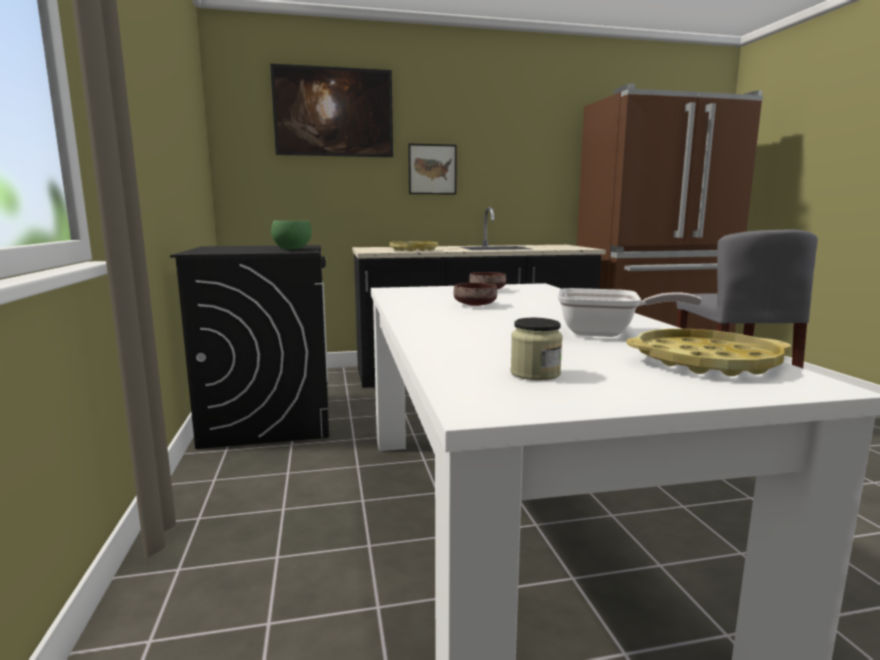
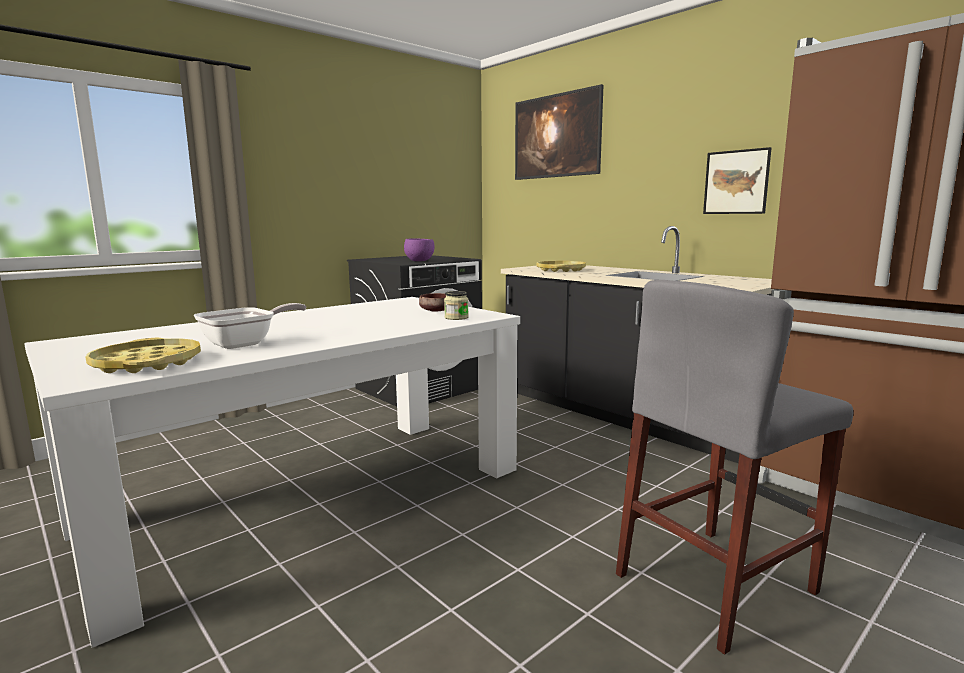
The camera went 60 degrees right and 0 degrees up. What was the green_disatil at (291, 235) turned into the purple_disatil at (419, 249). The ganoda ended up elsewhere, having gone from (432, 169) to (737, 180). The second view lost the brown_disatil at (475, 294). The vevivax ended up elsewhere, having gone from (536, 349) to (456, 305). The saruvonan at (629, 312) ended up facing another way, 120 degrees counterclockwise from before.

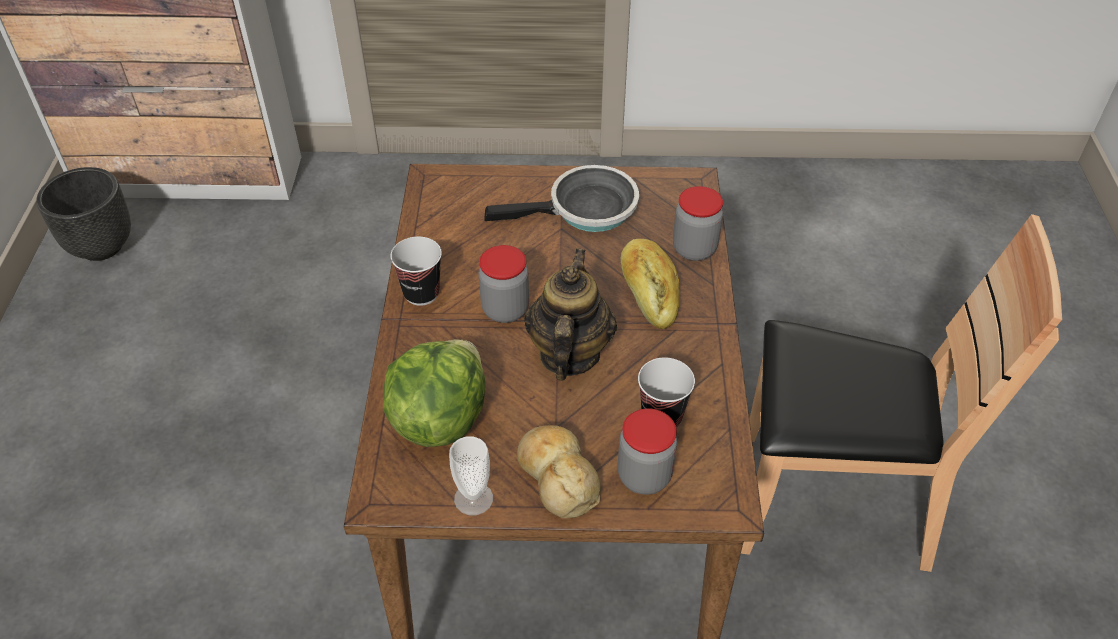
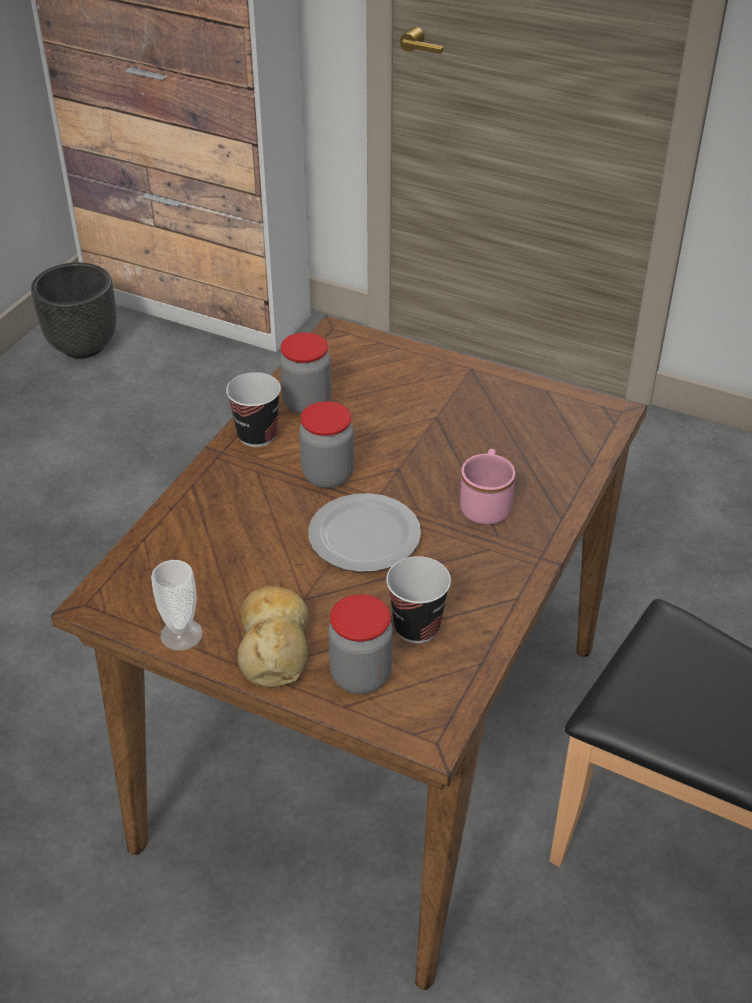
The camera went 25 degrees right and 5 degrees down. The second view lost the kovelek at (434, 393). The second view lost the saruvonan at (561, 198). Where the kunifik stood at (570, 314), the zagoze came to stand at (364, 532). Where the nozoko stood at (650, 284), the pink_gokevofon came to stand at (487, 487). The vevivax ended up elsewhere, having gone from (698, 223) to (305, 373).

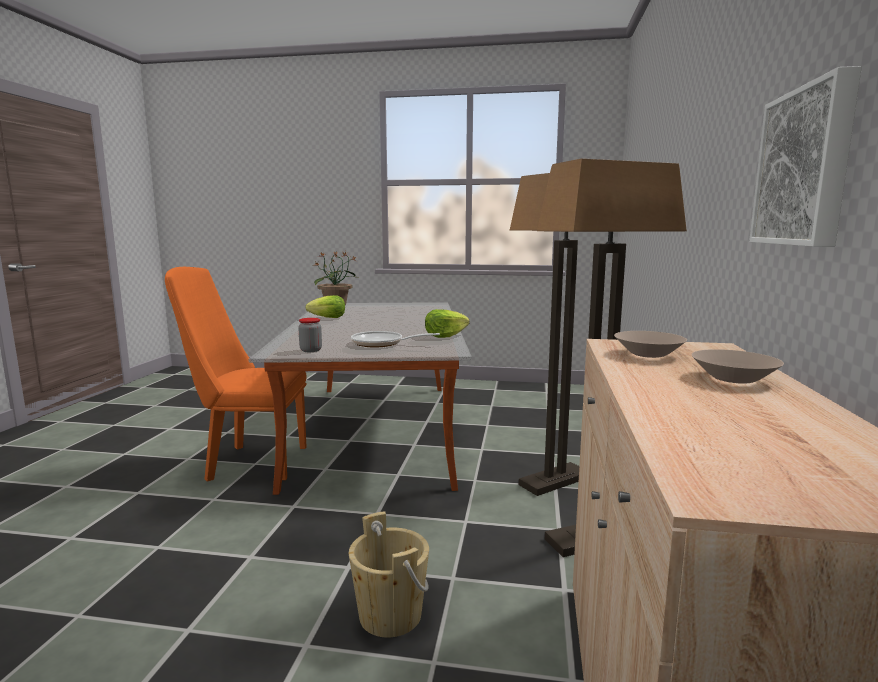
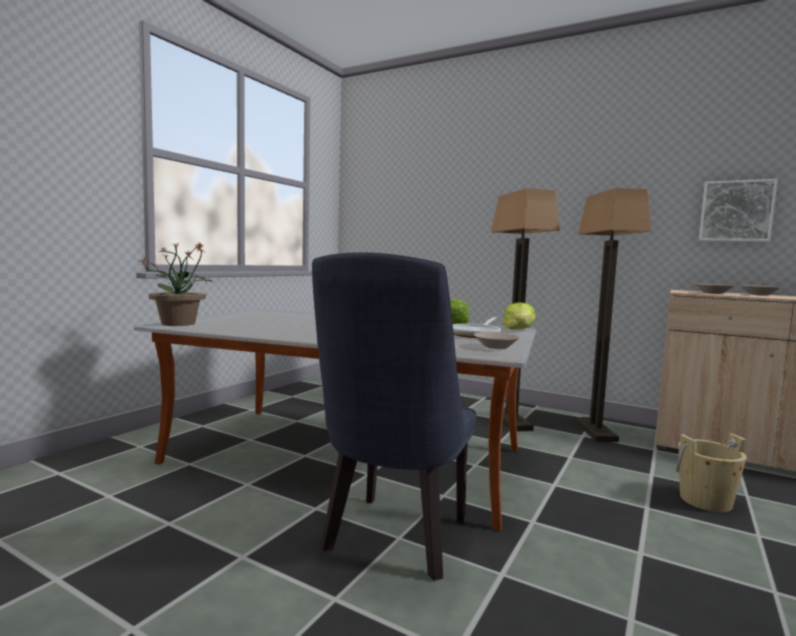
The camera went 70 degrees left and 5 degrees down. What was the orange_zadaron at (235, 374) turned into the blue_zadaron at (394, 416). Where the vevivax stood at (310, 335), the beige_disatil came to stand at (497, 340). The kovelek ended up elsewhere, having gone from (325, 306) to (519, 315).

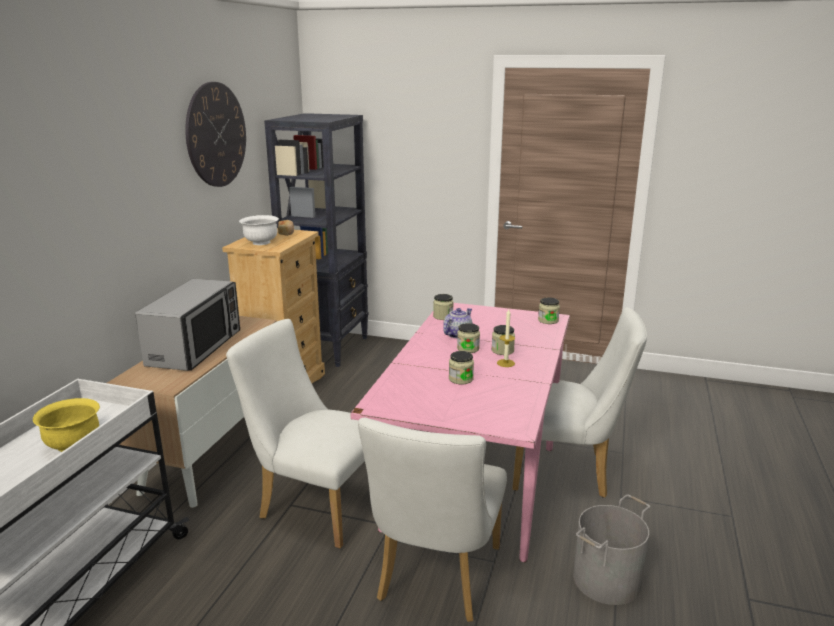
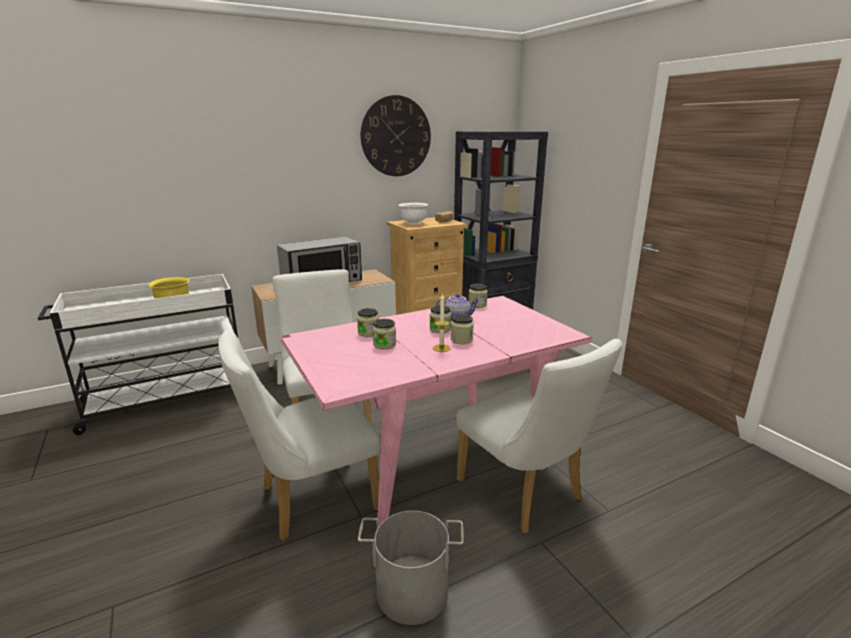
The camera went 45 degrees right and 0 degrees up. The vevivax ended up elsewhere, having gone from (549, 311) to (368, 322).

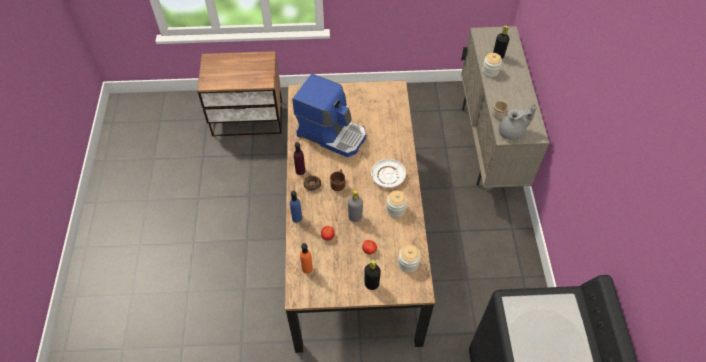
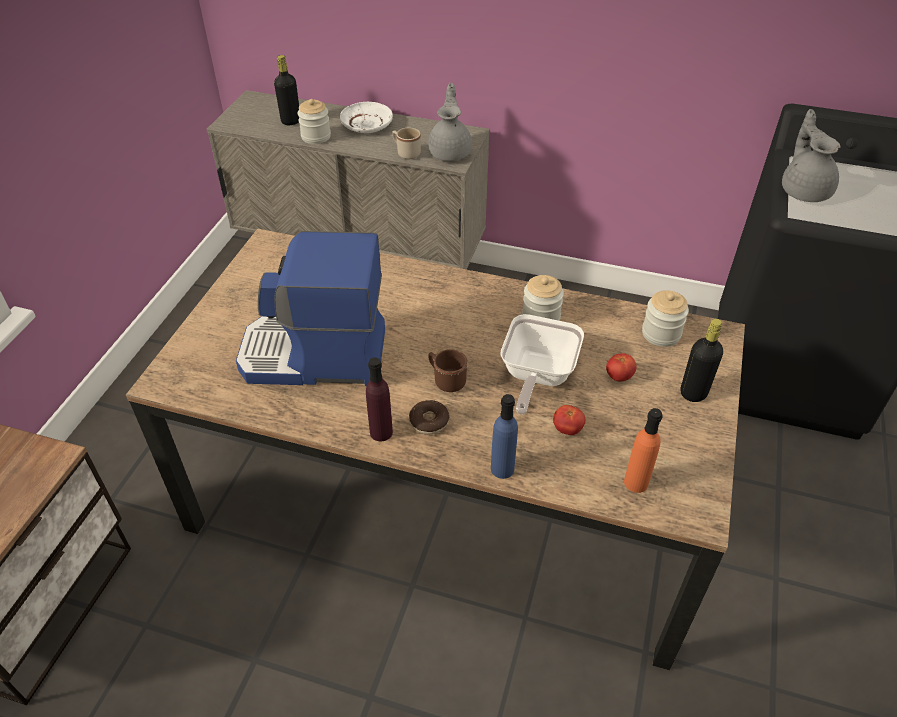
The camera went 70 degrees left and 10 degrees down. The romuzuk at (329, 115) ended up facing another way, 135 degrees counterclockwise from before. Where the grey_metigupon stood at (355, 206), the saruvonan came to stand at (542, 364). The white_zagoze ended up elsewhere, having gone from (388, 173) to (366, 117). The second view gained the grey_kunifik at (811, 155).

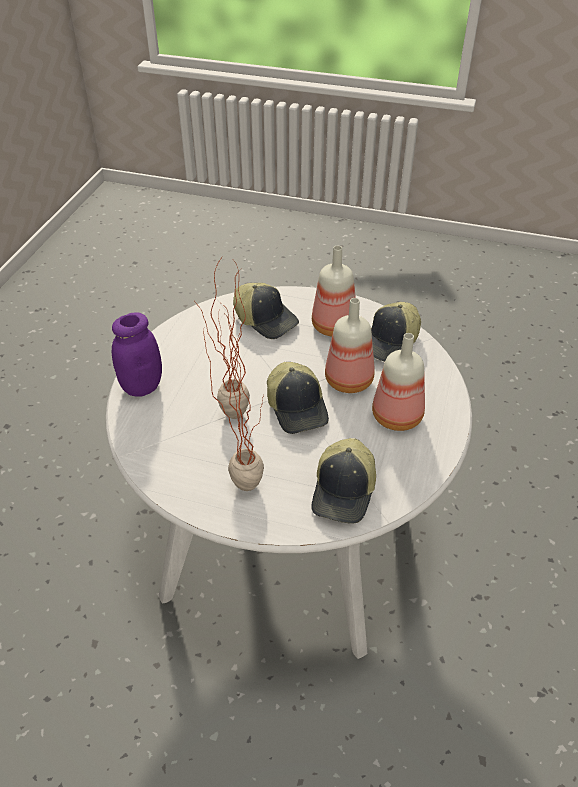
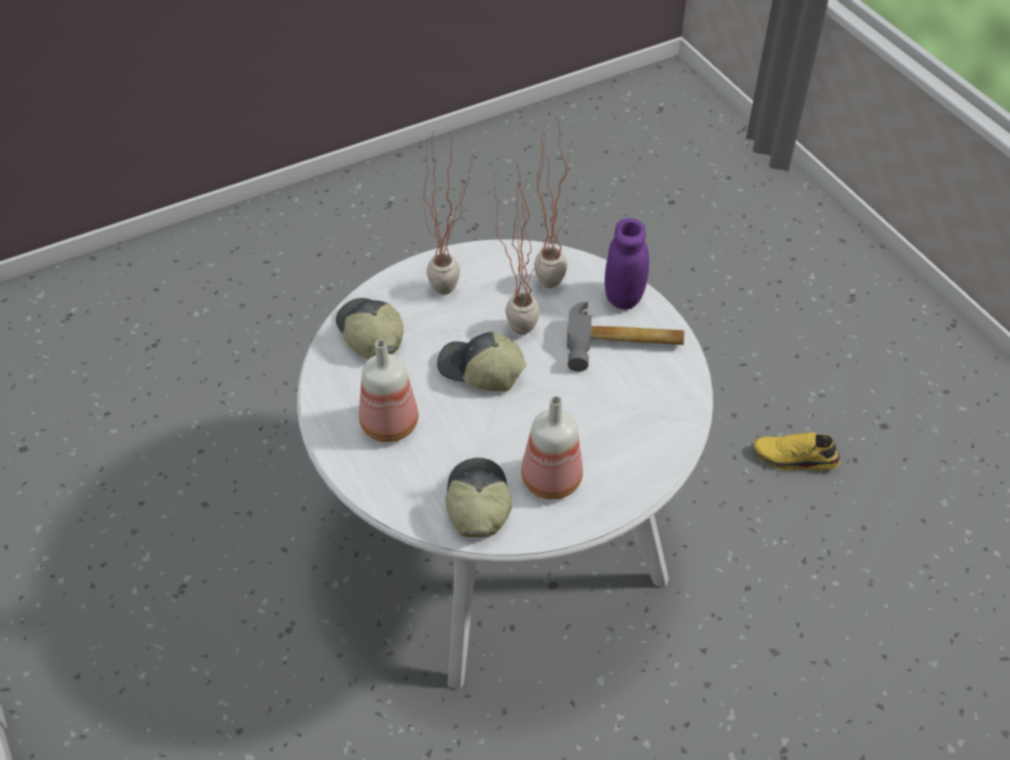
The camera went 135 degrees right and 5 degrees up. The second view lost the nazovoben at (266, 311). The second view lost the metigupon at (350, 345). The second view gained the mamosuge at (555, 200). The second view gained the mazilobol at (625, 337). The second view gained the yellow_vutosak at (797, 451).

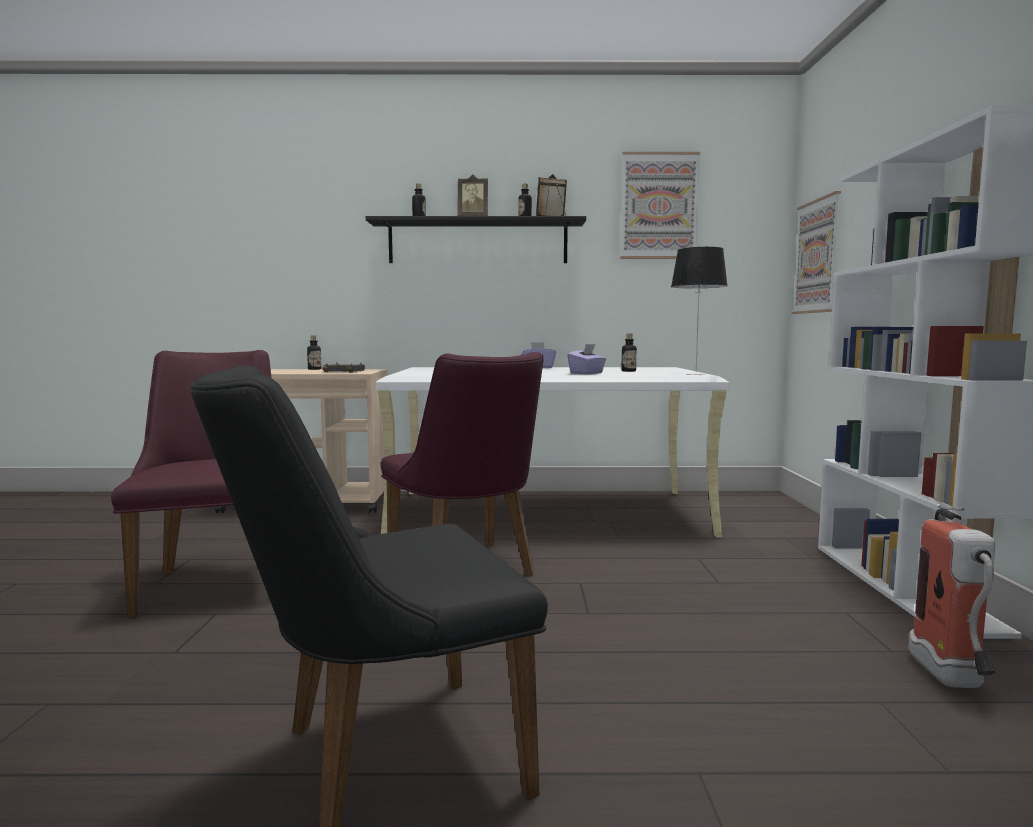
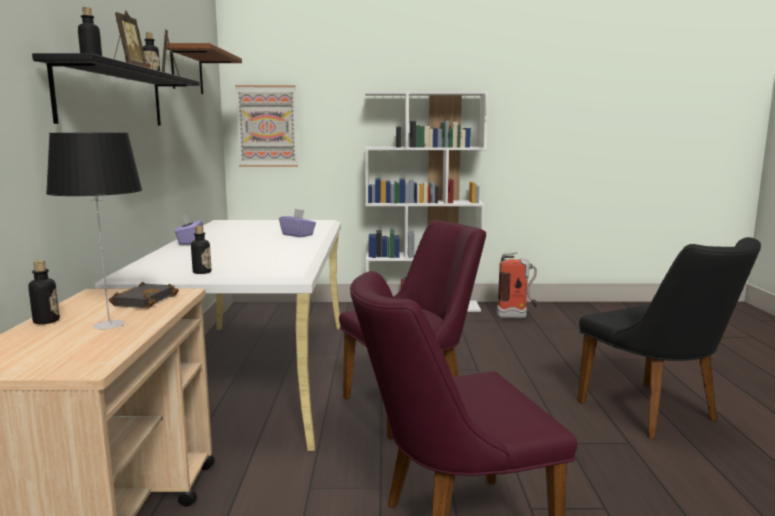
The camera went 90 degrees left and 5 degrees up. Where the ganoda hung at (660, 205), the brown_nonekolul came to hang at (204, 68). The metigupon ended up elsewhere, having gone from (629, 353) to (201, 250). The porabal ended up elsewhere, having gone from (699, 311) to (94, 231).

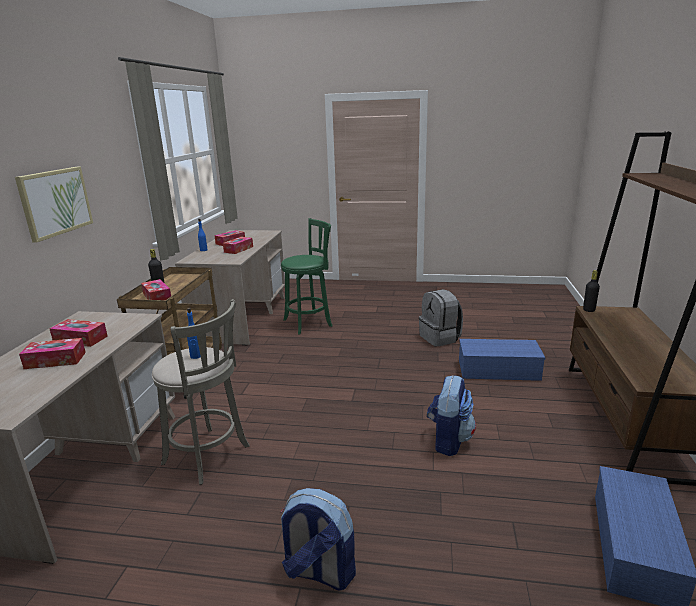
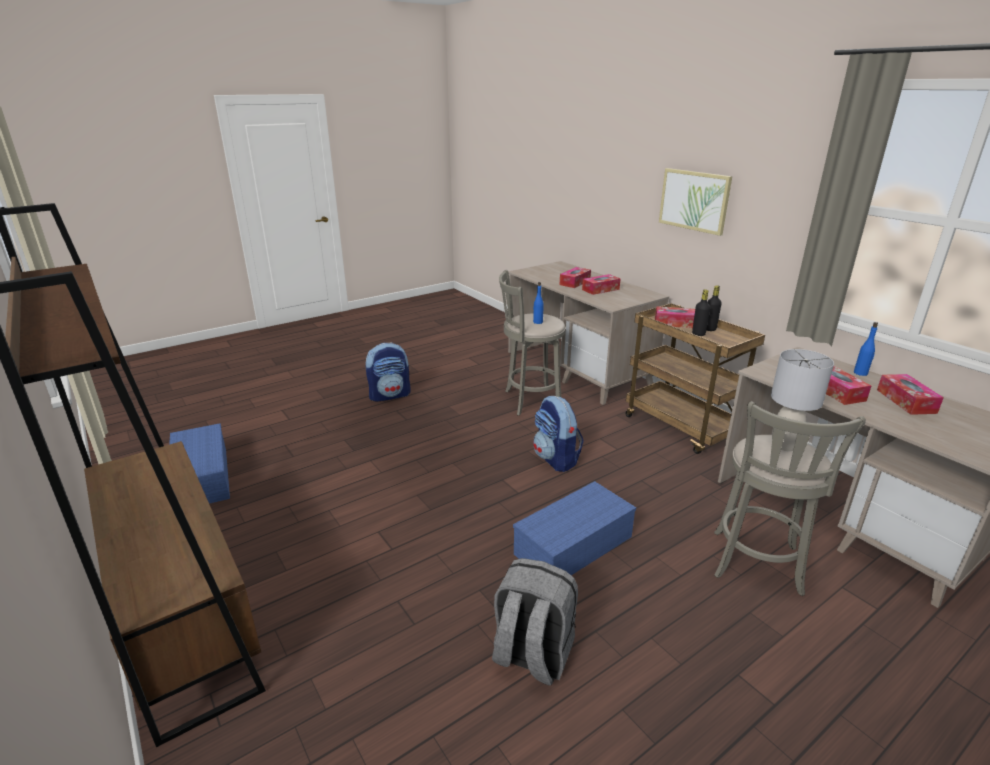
The camera went 135 degrees right and 5 degrees up. What was the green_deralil at (307, 276) turned into the grey_deralil at (790, 498). The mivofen ended up elsewhere, having gone from (451, 415) to (558, 434). The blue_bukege ended up elsewhere, having gone from (502, 360) to (574, 528). The black_metigupon ended up elsewhere, having gone from (591, 291) to (701, 312). The second view gained the grey_porabal at (802, 400).

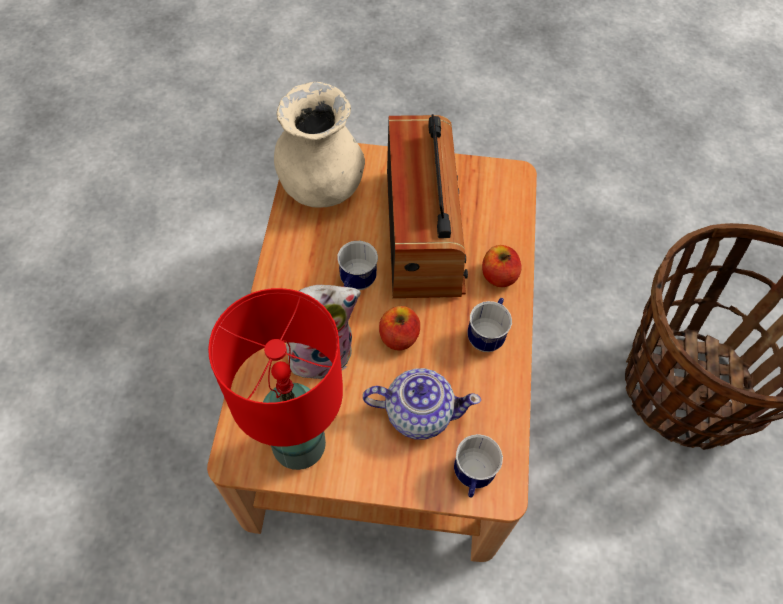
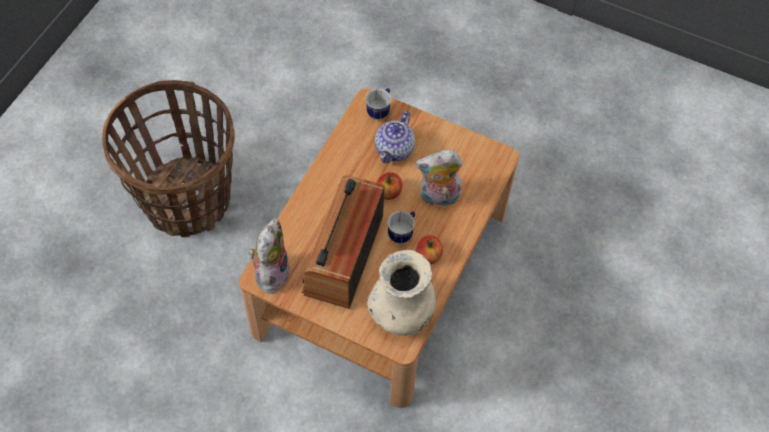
The camera went 160 degrees left and 0 degrees up. The second view lost the red_porabal at (275, 379). The kunifik at (422, 404) ended up facing another way, 90 degrees counterclockwise from before. The second view lost the gokevofon at (489, 325). The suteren ended up elsewhere, having gone from (502, 266) to (429, 249). The second view gained the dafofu at (269, 256).

